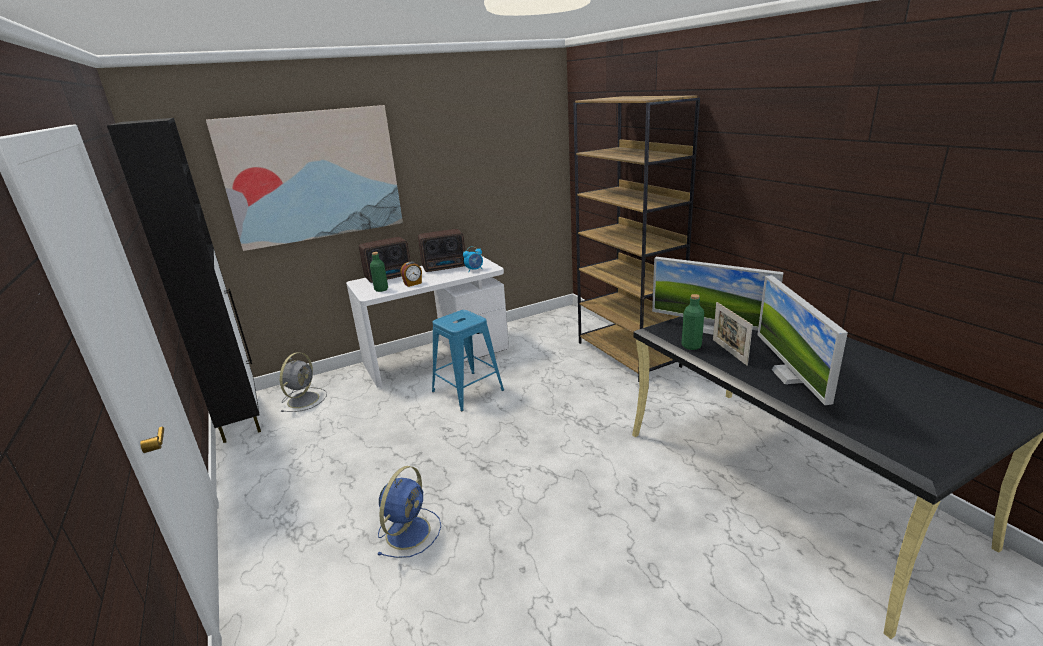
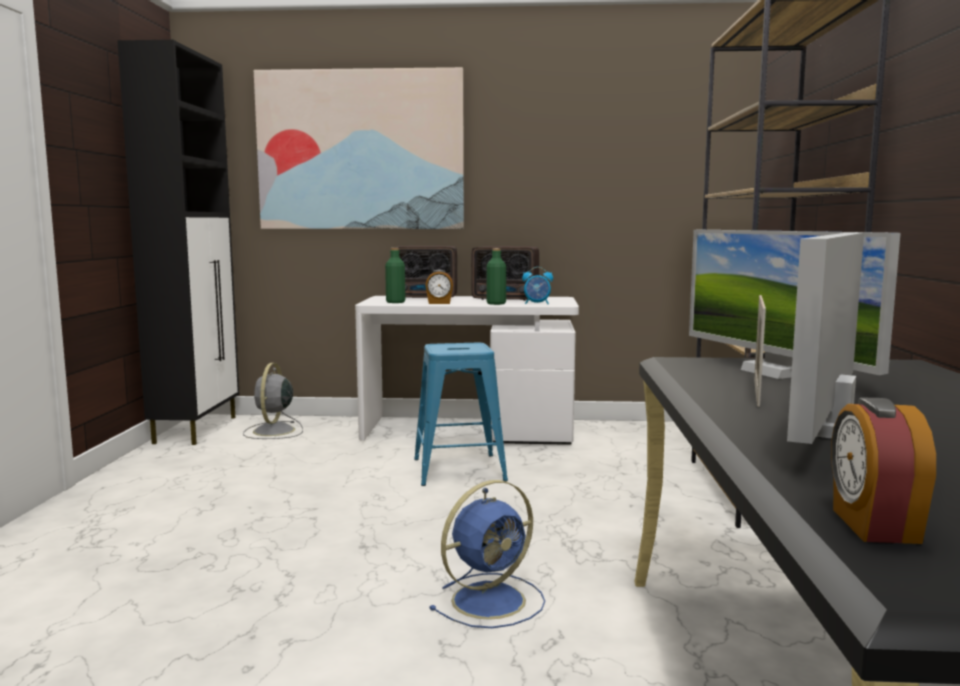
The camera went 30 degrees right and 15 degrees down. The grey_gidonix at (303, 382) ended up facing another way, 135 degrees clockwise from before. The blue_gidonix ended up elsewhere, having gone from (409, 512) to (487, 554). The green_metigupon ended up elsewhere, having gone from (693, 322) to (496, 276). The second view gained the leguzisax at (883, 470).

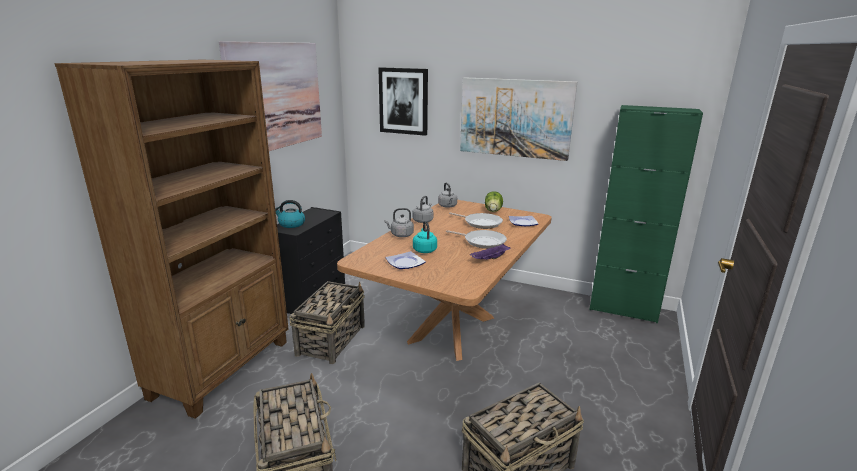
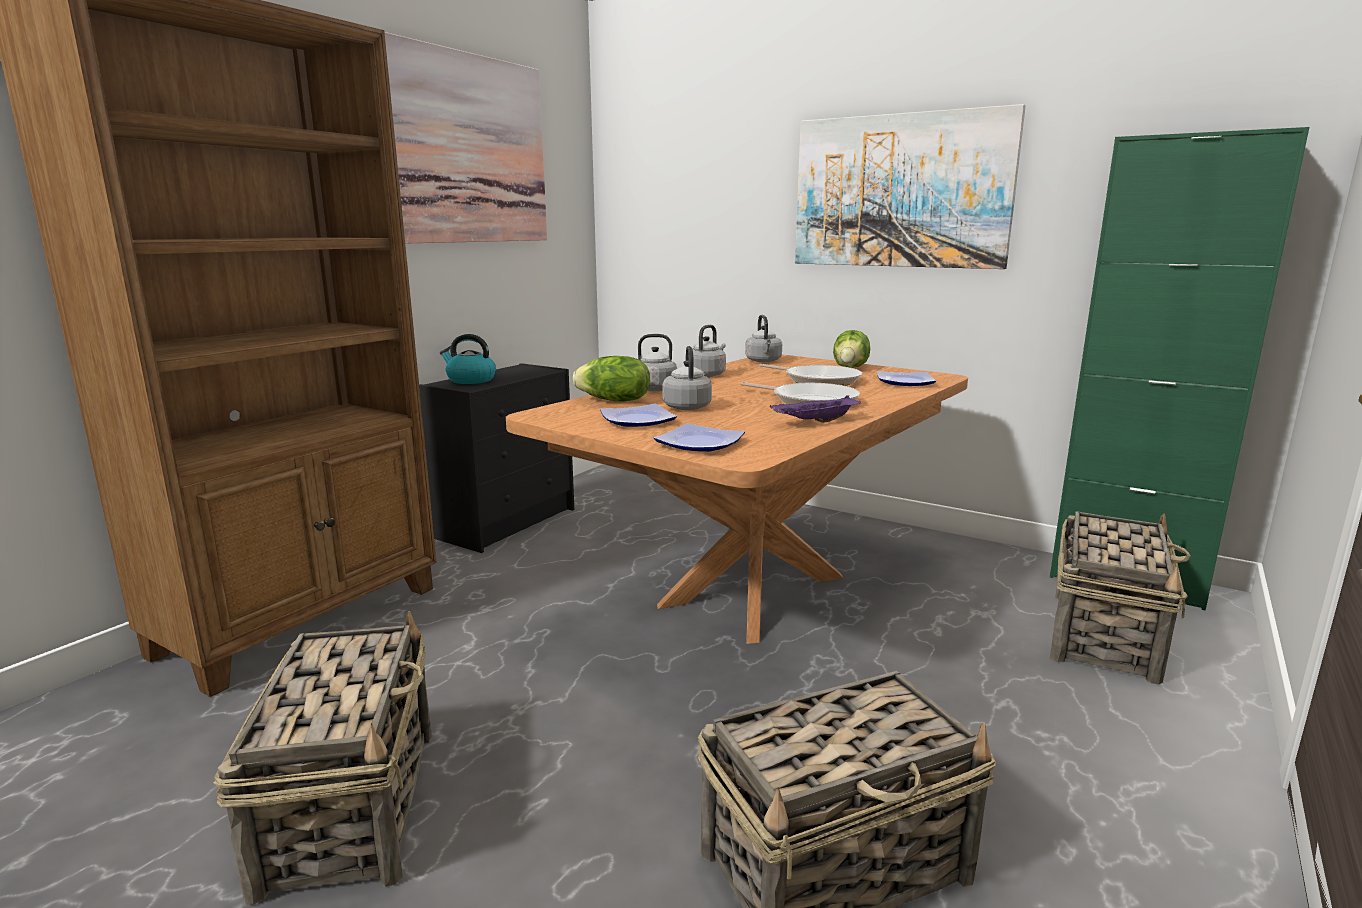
The camera went 10 degrees right and 5 degrees down. The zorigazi ended up elsewhere, having gone from (327, 322) to (1120, 598). The second view lost the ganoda at (403, 101). What was the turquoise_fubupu at (425, 237) turned into the grey_fubupu at (687, 378). The second view gained the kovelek at (611, 379). The second view gained the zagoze at (699, 437).

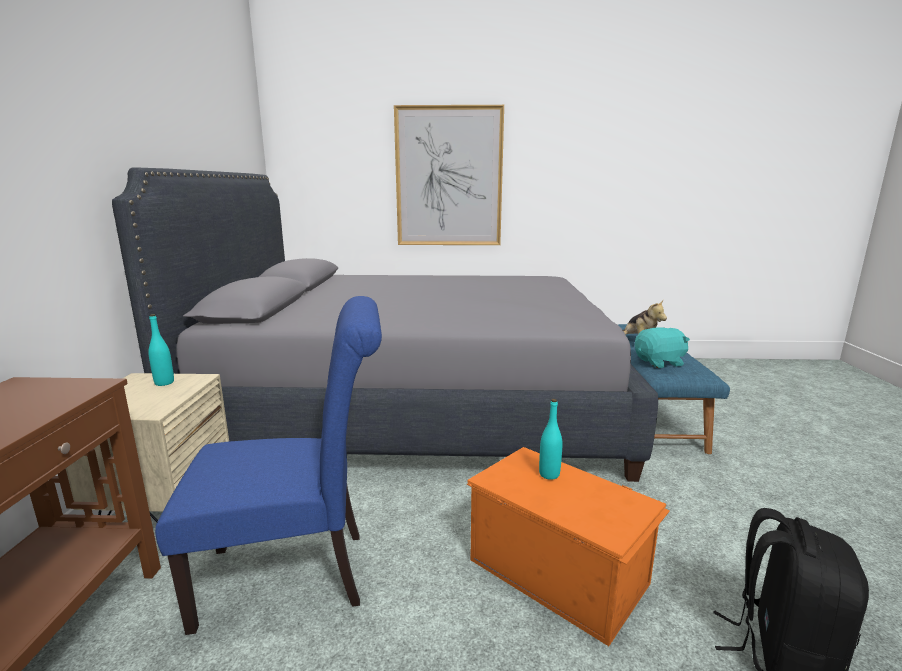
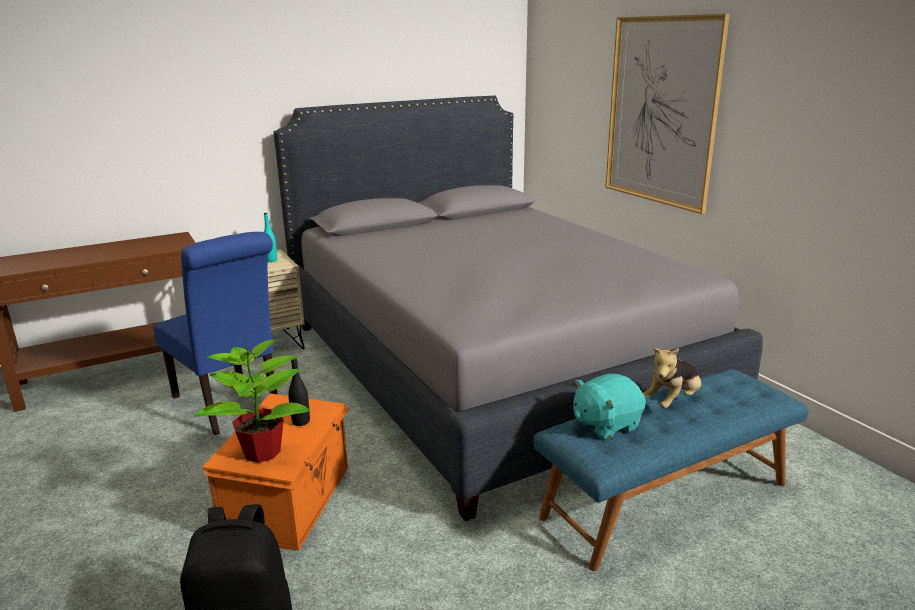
The camera went 60 degrees right and 5 degrees up. What was the turquoise_metigupon at (550, 439) turned into the black_metigupon at (299, 392). The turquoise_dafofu at (662, 347) ended up facing another way, 105 degrees clockwise from before. The second view gained the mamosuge at (252, 399).

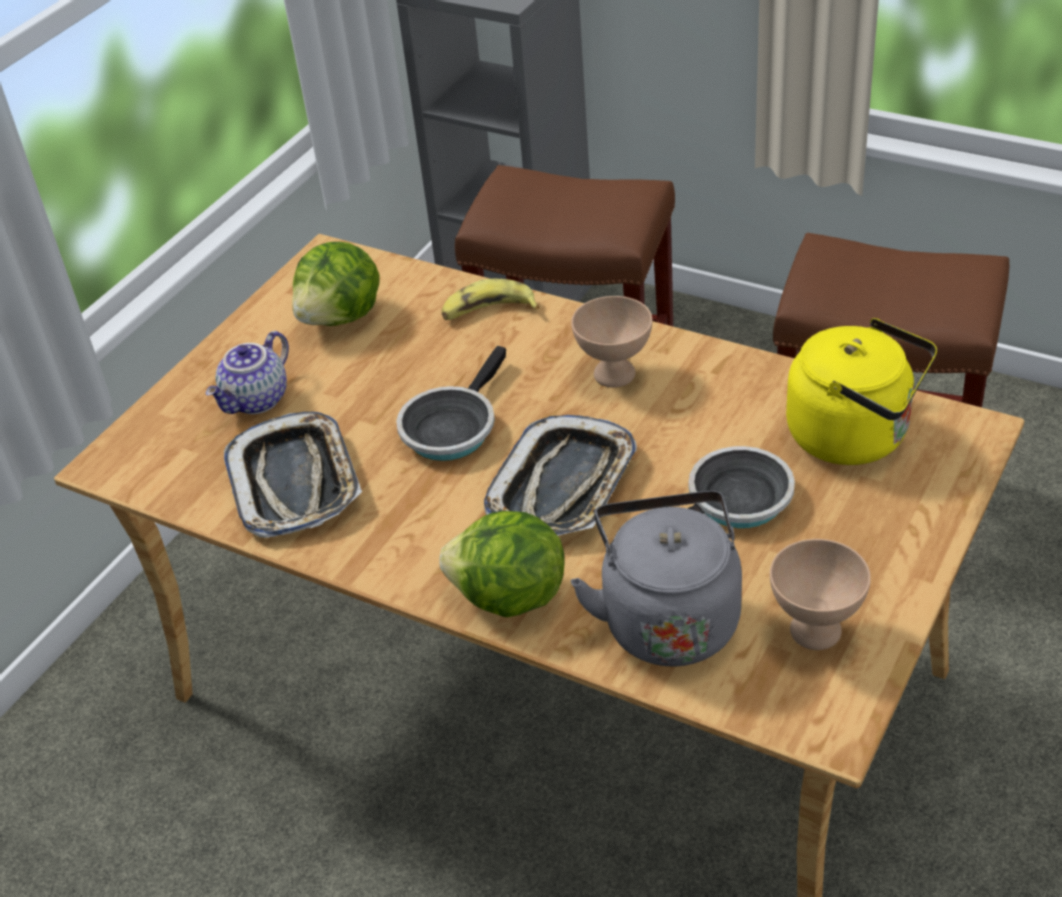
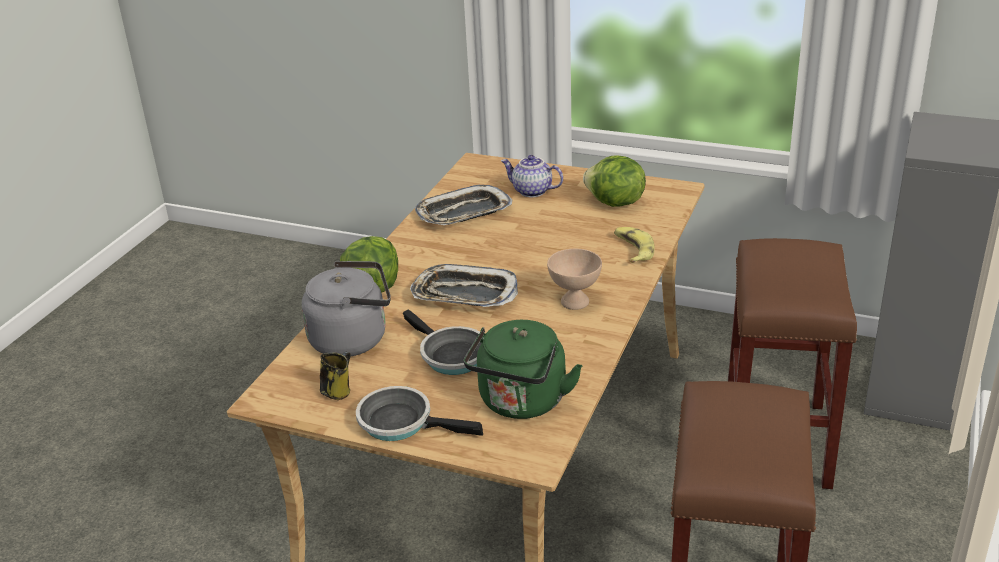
The camera went 80 degrees right and 10 degrees down. The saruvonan ended up elsewhere, having gone from (451, 403) to (419, 413). Where the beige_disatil stood at (820, 594), the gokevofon came to stand at (335, 375). What was the yellow_fubupu at (861, 391) turned into the green_fubupu at (523, 369).

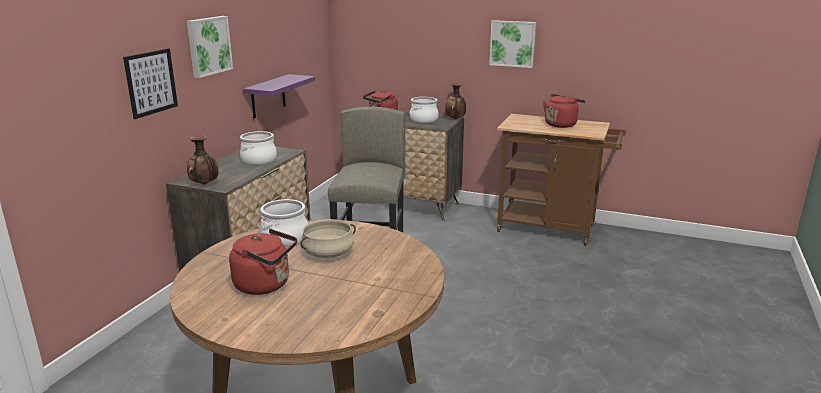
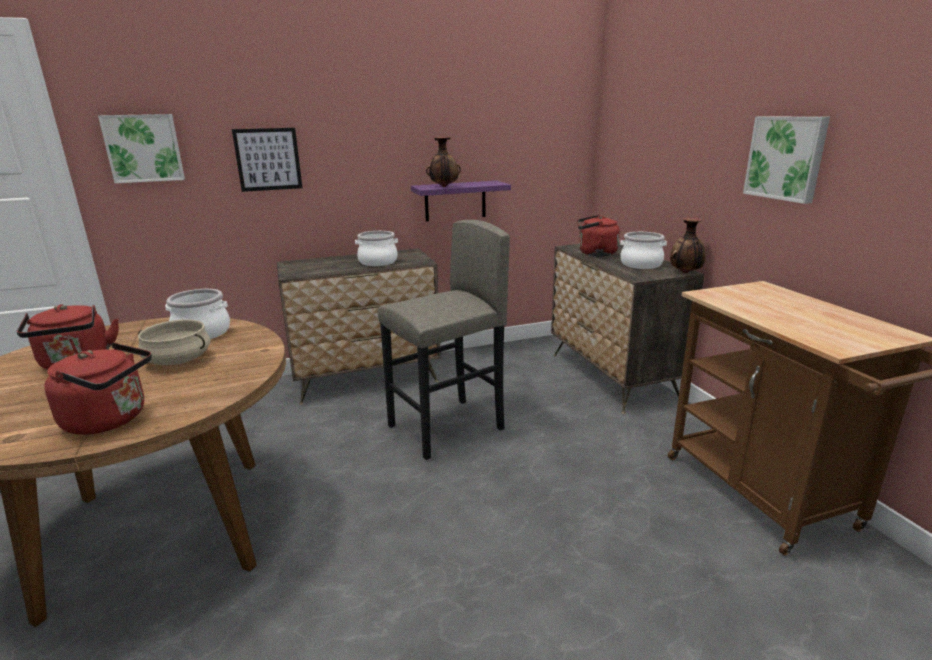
The camera went 50 degrees right and 0 degrees up. The ganoda ended up elsewhere, having gone from (210, 47) to (141, 148). The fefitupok ended up elsewhere, having gone from (202, 160) to (443, 162). The red_fubupu ended up elsewhere, having gone from (564, 111) to (98, 388).

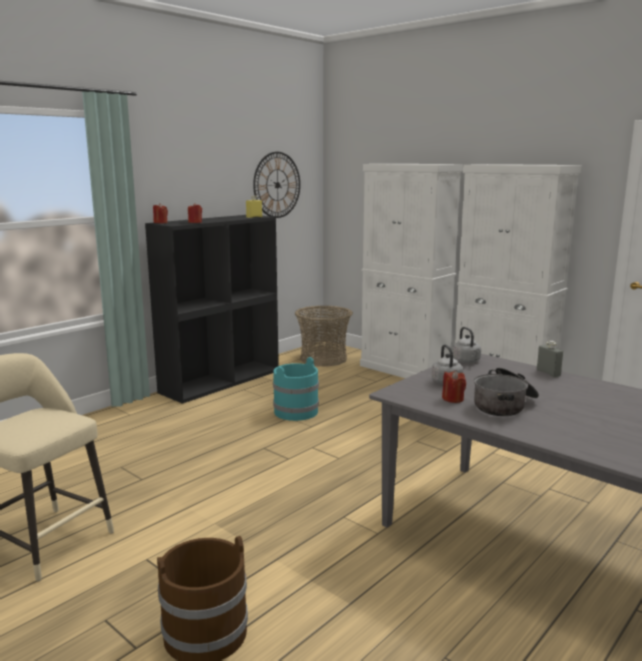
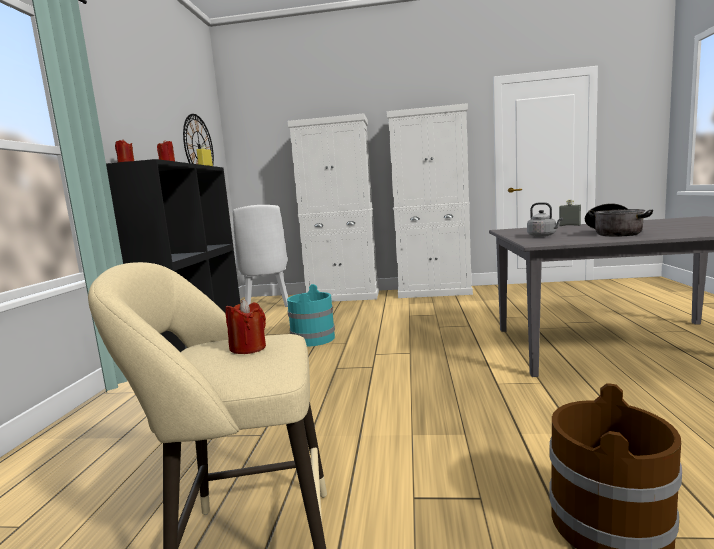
The camera went 35 degrees left and 5 degrees down. Where the zorigazi stood at (324, 336), the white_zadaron came to stand at (260, 256). The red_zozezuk ended up elsewhere, having gone from (454, 386) to (246, 327). The second view lost the grey_fubupu at (466, 345).

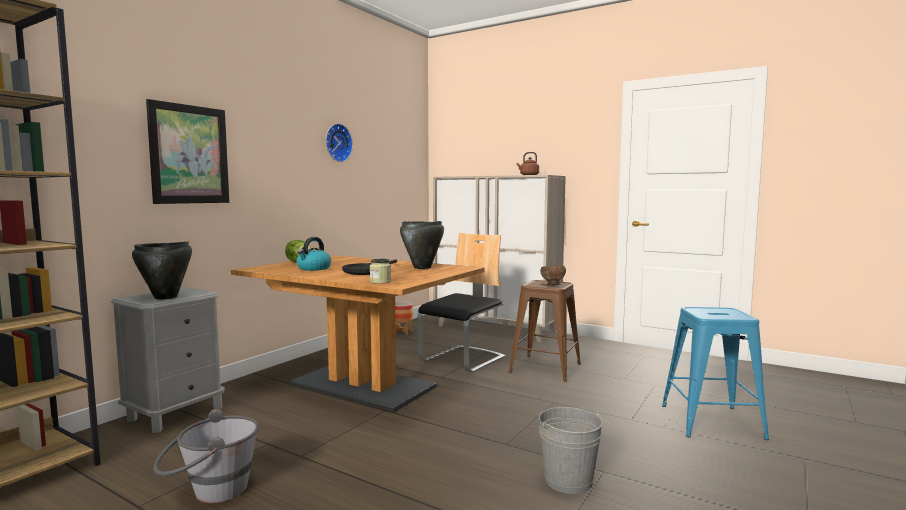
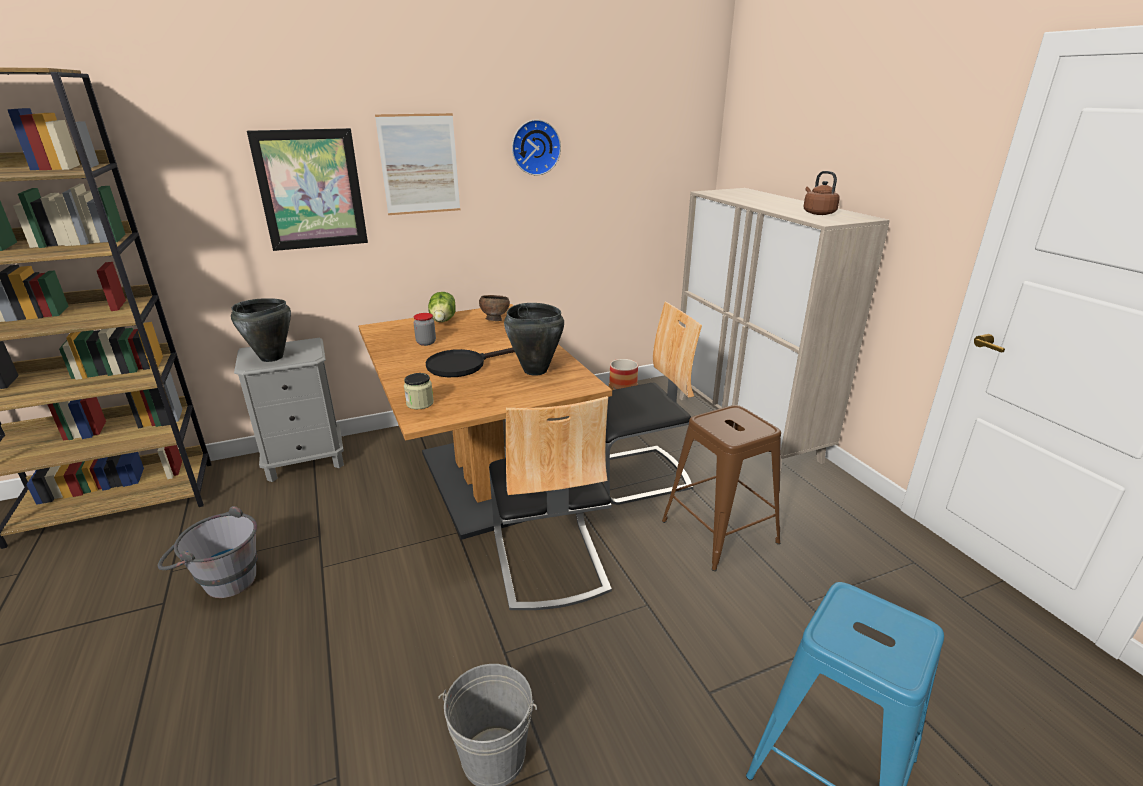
The camera went 35 degrees right and 20 degrees up. Where the fubupu stood at (314, 254), the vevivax came to stand at (425, 329). The brown_disatil ended up elsewhere, having gone from (553, 275) to (494, 308). The second view gained the ganoda at (417, 164). The second view gained the zadaron at (550, 503).

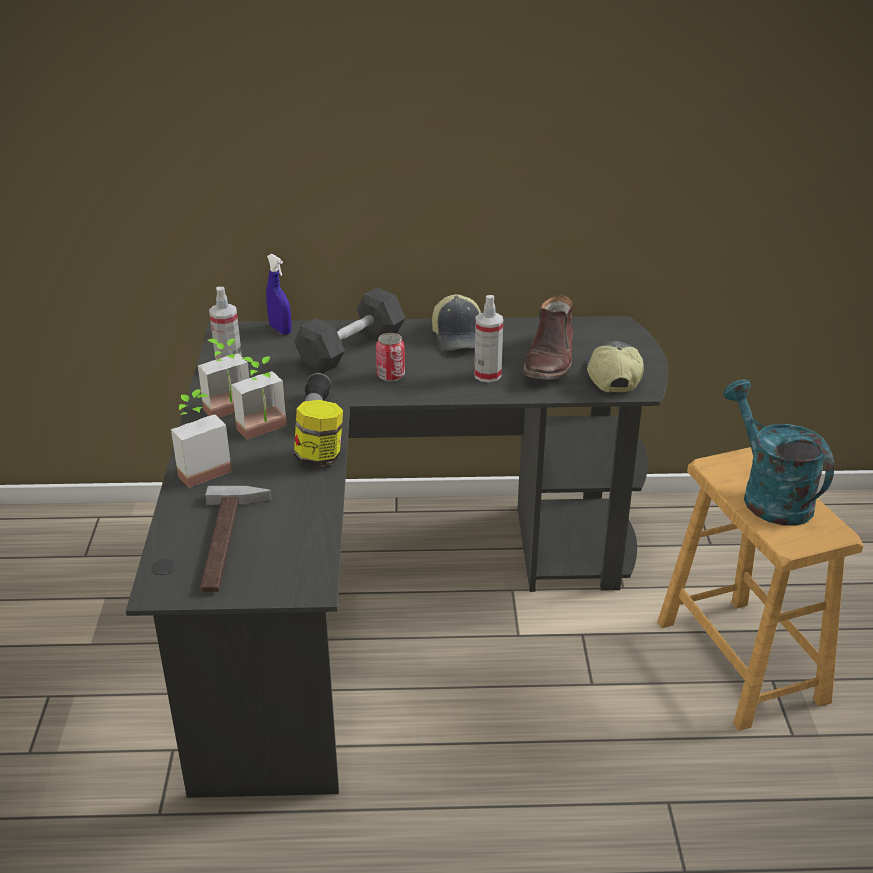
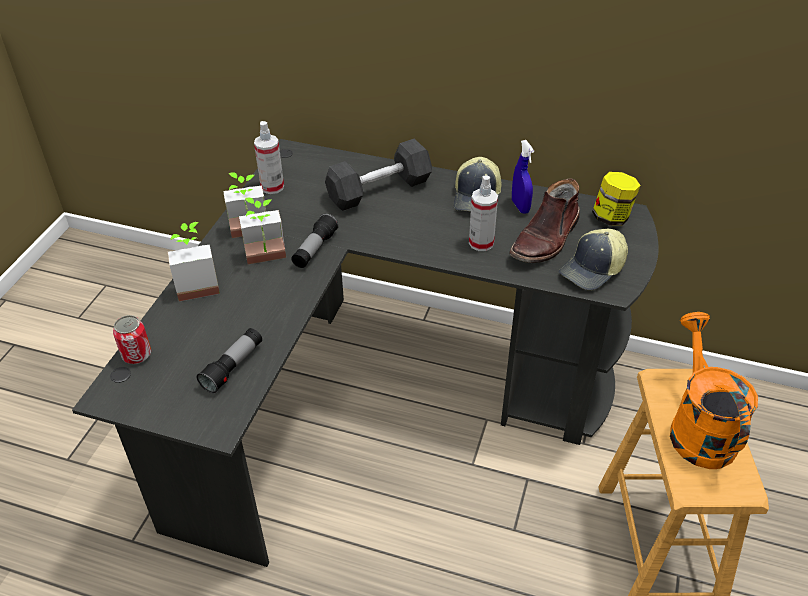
The camera went 20 degrees right and 10 degrees up. The second view lost the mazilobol at (235, 539). The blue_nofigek ended up elsewhere, having gone from (279, 294) to (523, 177). The vevivax ended up elsewhere, having gone from (318, 433) to (616, 199). The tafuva ended up elsewhere, having gone from (390, 357) to (132, 339). The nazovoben at (615, 367) ended up facing another way, 150 degrees counterclockwise from before. What was the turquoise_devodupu at (778, 452) turned into the orange_devodupu at (714, 390). The second view gained the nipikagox at (229, 360).

